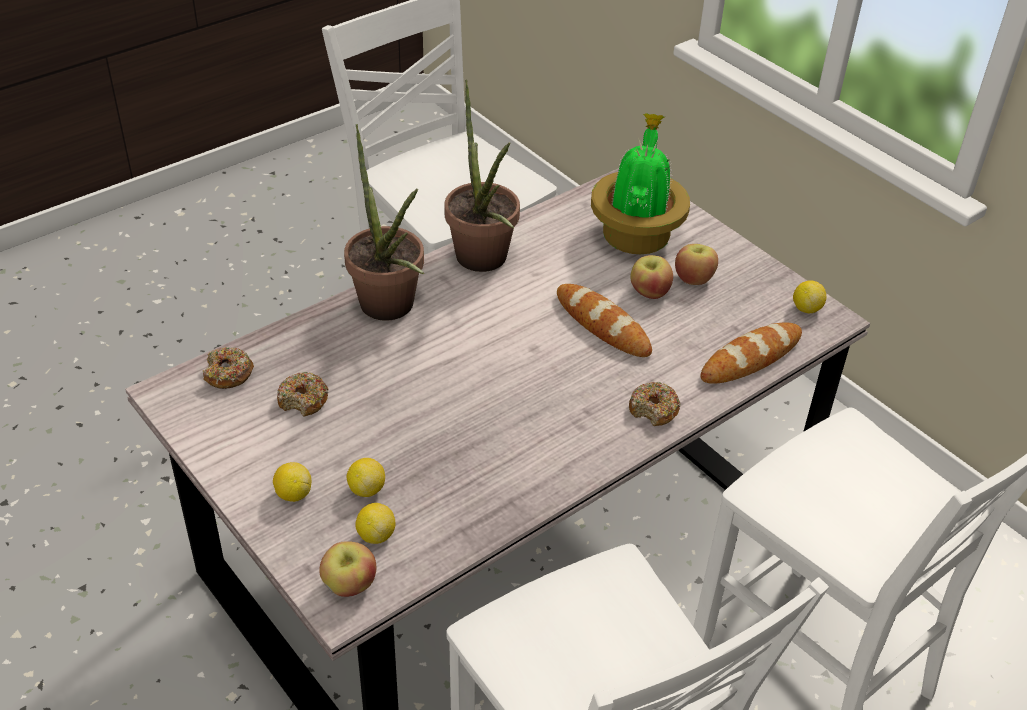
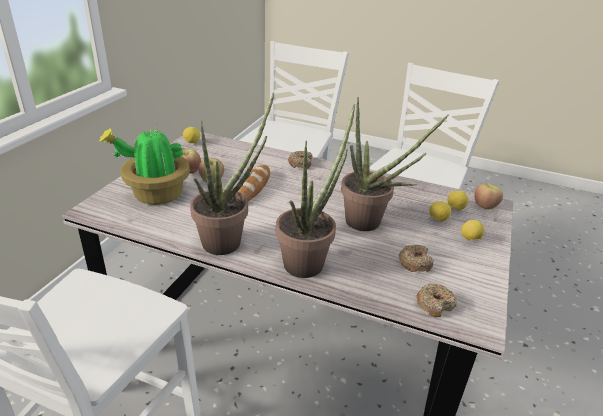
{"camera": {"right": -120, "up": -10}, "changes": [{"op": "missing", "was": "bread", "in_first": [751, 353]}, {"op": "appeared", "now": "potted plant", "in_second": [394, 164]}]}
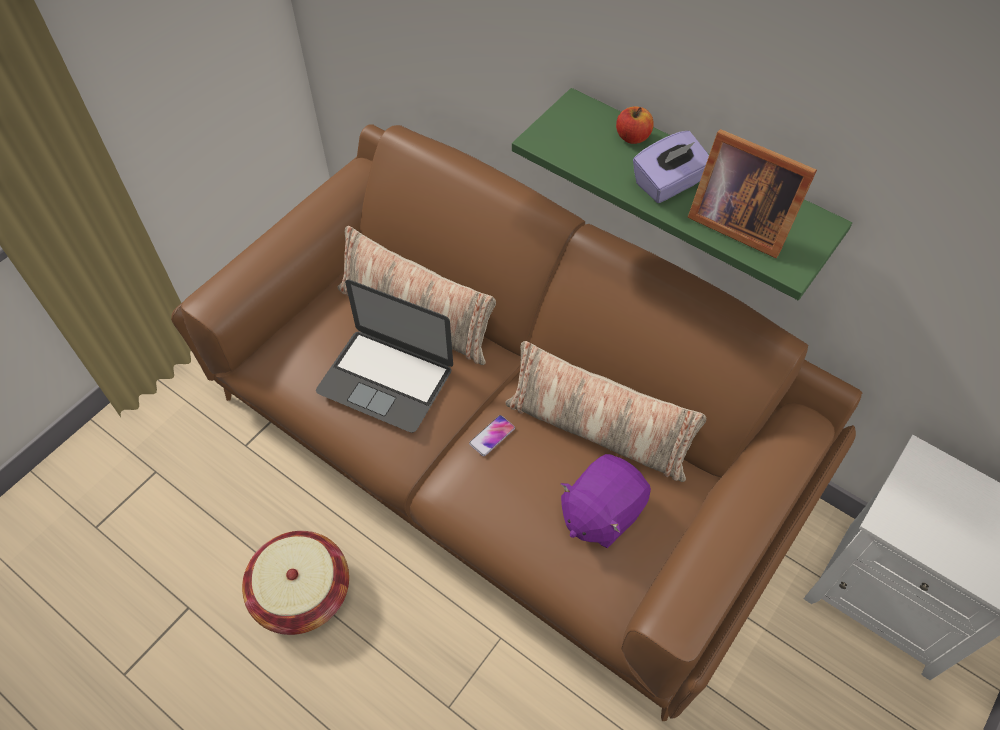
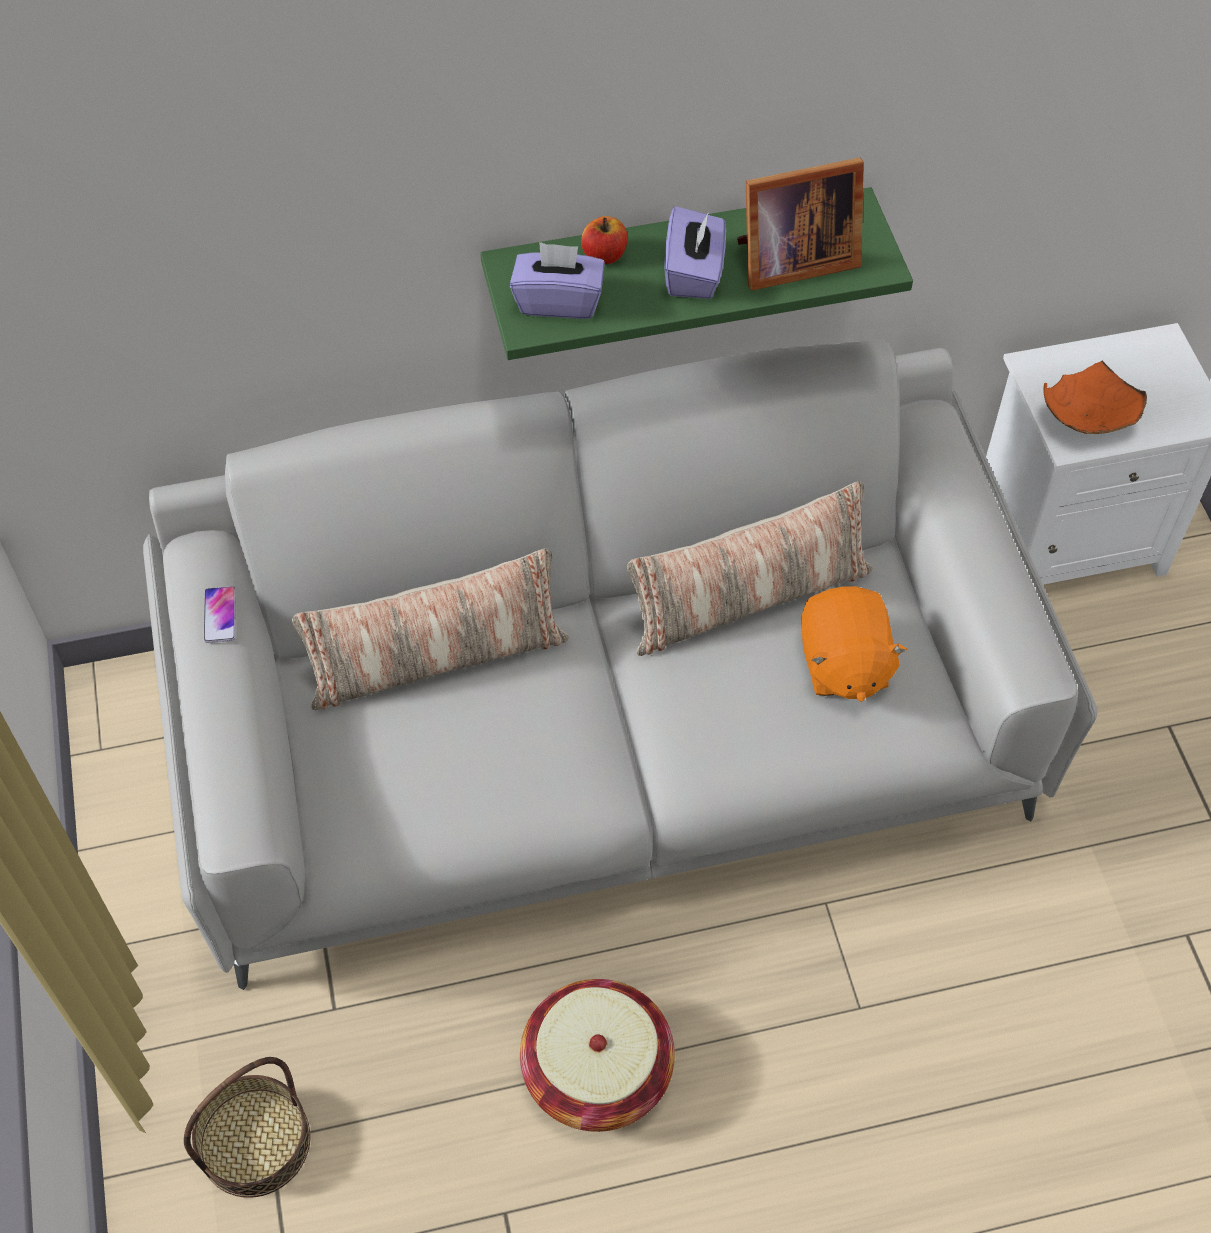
{"camera": {"right": -50, "up": 0}, "changes": [{"op": "colour", "was": "settee (brownish)", "now": "settee (gray)", "in_first": [516, 423], "in_second": [620, 664]}, {"op": "missing", "was": "portable computer", "in_first": [384, 356]}, {"op": "relocated", "was": "telephone", "in_first": [492, 435], "in_second": [220, 614]}, {"op": "colour", "was": "cuddly toy (purplish)", "now": "cuddly toy (orangey)", "in_first": [606, 501], "in_second": [854, 644]}, {"op": "appeared", "now": "household basket", "in_second": [247, 1127]}, {"op": "appeared", "now": "tissue box (purplish)", "in_second": [557, 280]}, {"op": "appeared", "now": "serving bowl (orangey)", "in_second": [1095, 397]}]}
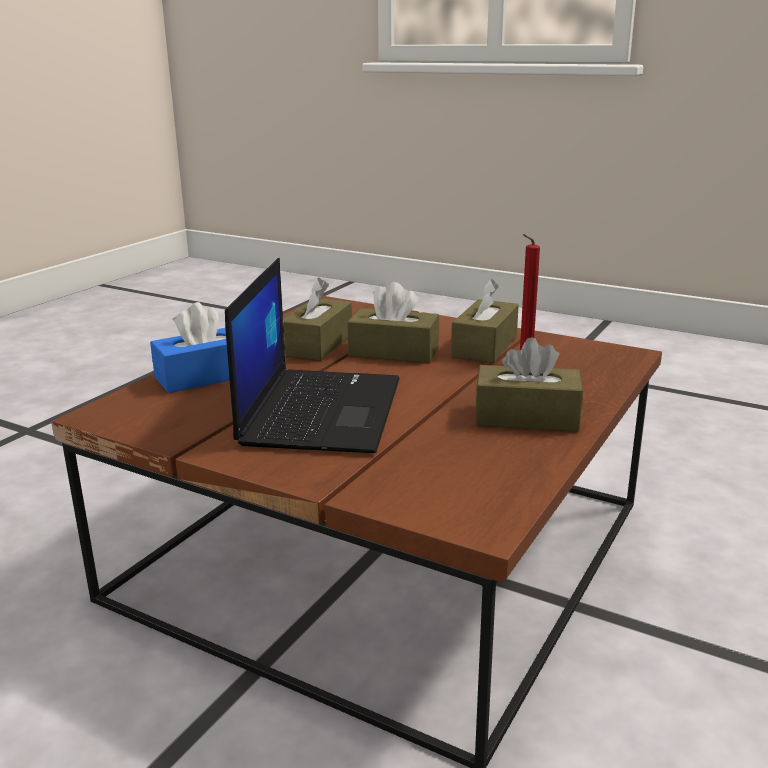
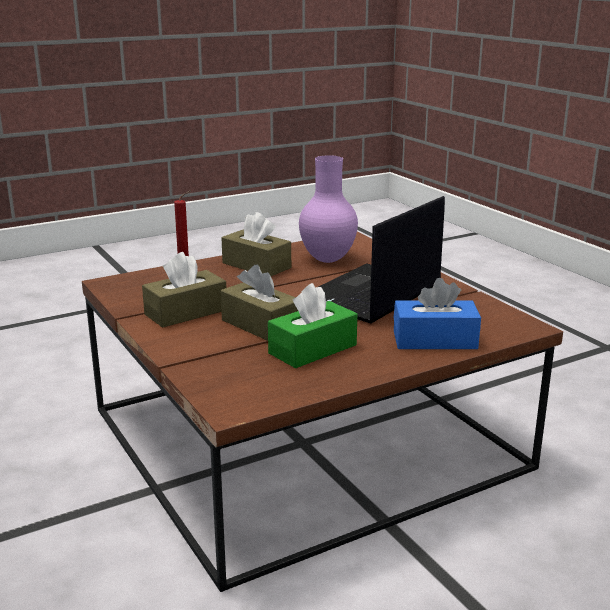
{"camera": {"right": -150, "up": 0}, "changes": [{"op": "colour", "was": "tissue box (brownish)", "now": "tissue box (greenish)", "in_first": [317, 319], "in_second": [312, 325]}, {"op": "appeared", "now": "vase (purplish)", "in_second": [328, 209]}]}
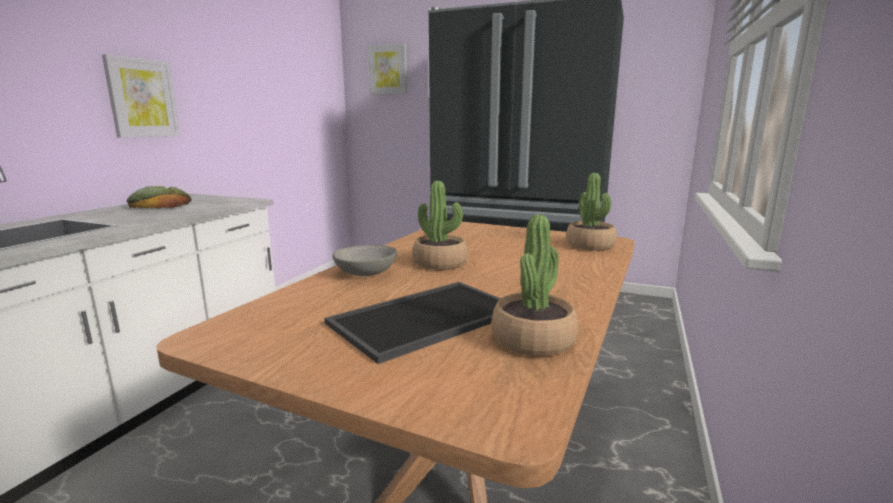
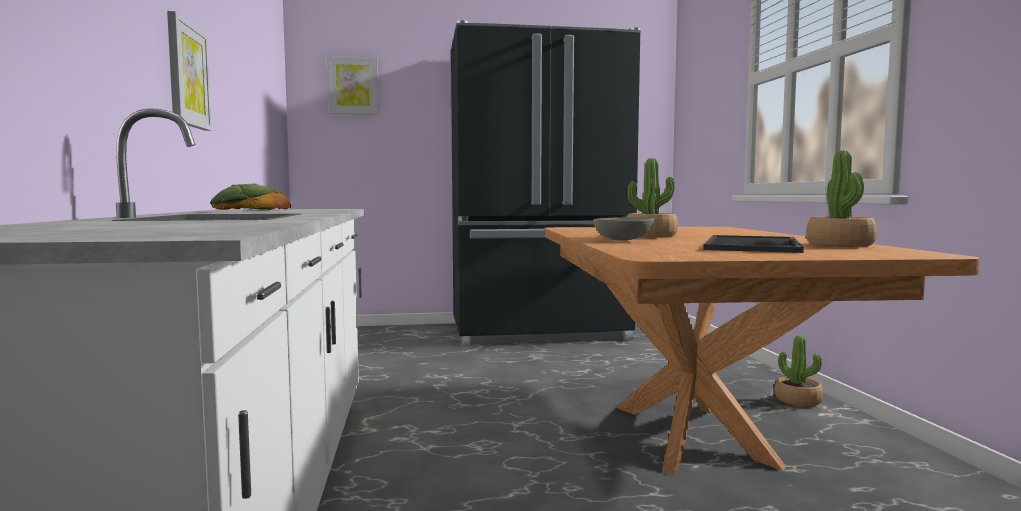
{"camera": {"right": -30, "up": -10}, "changes": [{"op": "relocated", "was": "potted plant", "in_first": [591, 212], "in_second": [799, 370]}]}
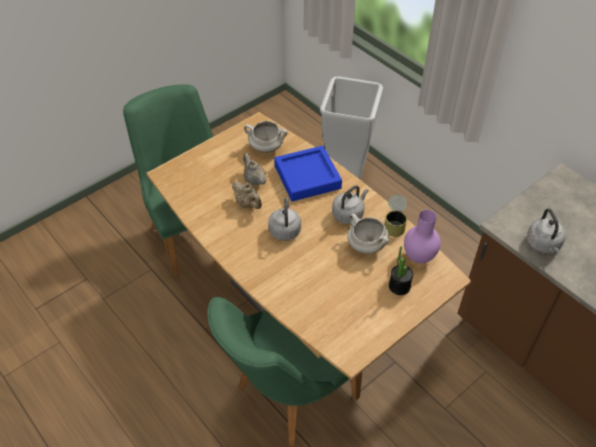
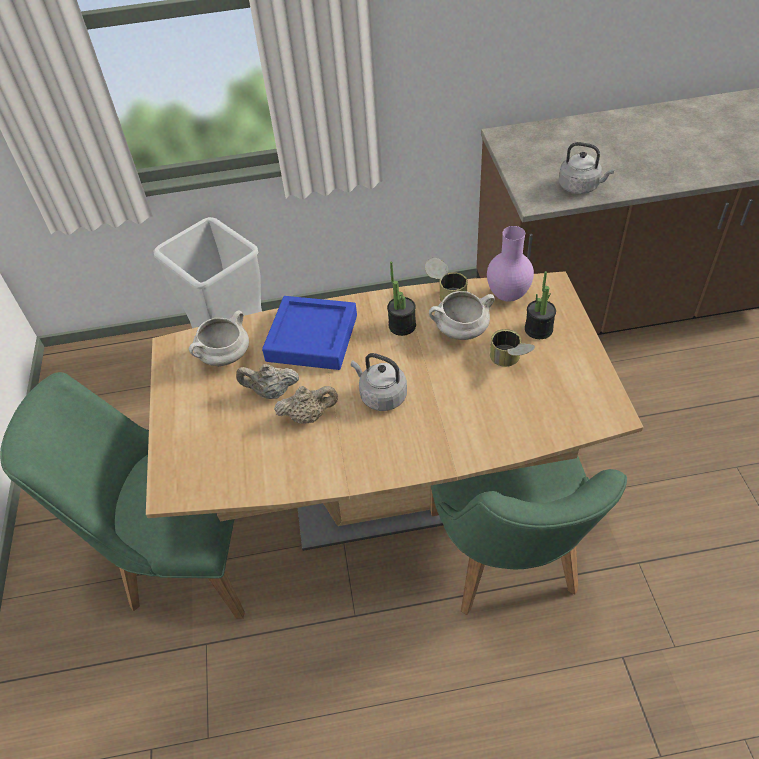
{"camera": {"right": -55, "up": 0}, "changes": [{"op": "exchanged", "was": "kettle (gray)", "now": "potted plant", "in_first": [350, 205], "in_second": [401, 299]}, {"op": "appeared", "now": "can", "in_second": [512, 348]}]}
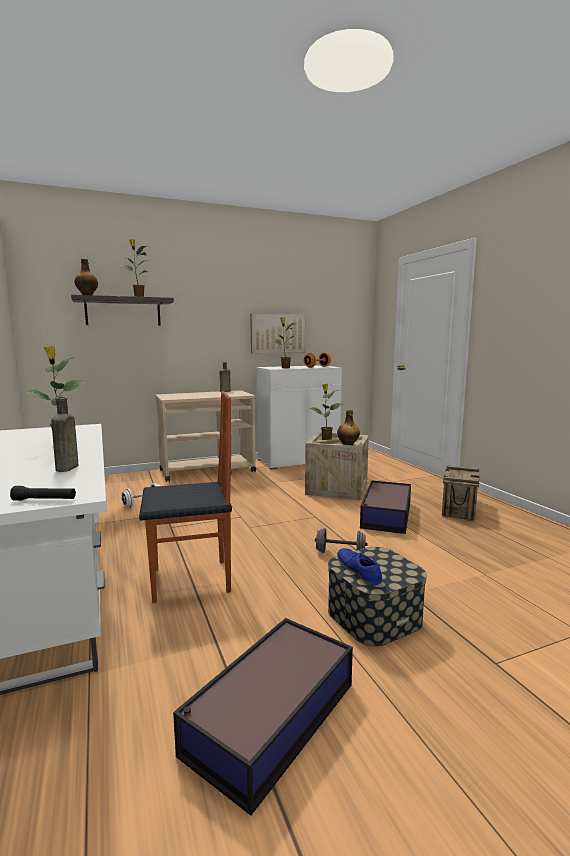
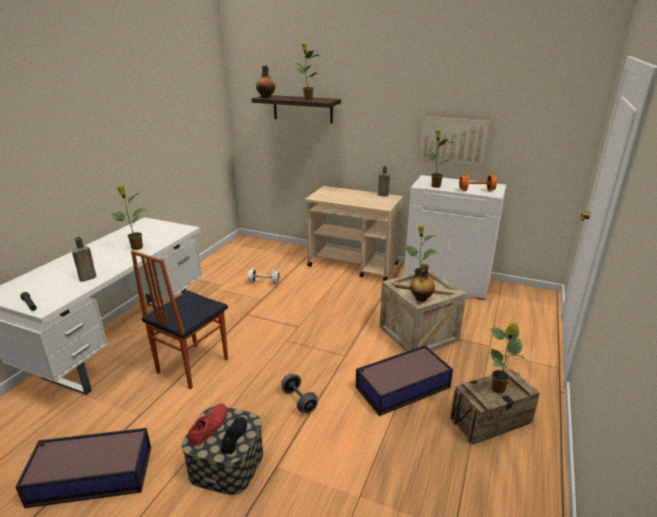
{"camera": {"right": 45, "up": 15}, "changes": [{"op": "spun", "was": "upright chair", "in_first": [185, 497], "in_second": [179, 320], "clockwise": 90}, {"op": "colour", "was": "shoe (bluish)", "now": "shoe (red)", "in_first": [359, 567], "in_second": [208, 424]}, {"op": "appeared", "now": "shoe (black-coloured)", "in_second": [234, 435]}, {"op": "appeared", "now": "potted plant", "in_second": [507, 358]}]}
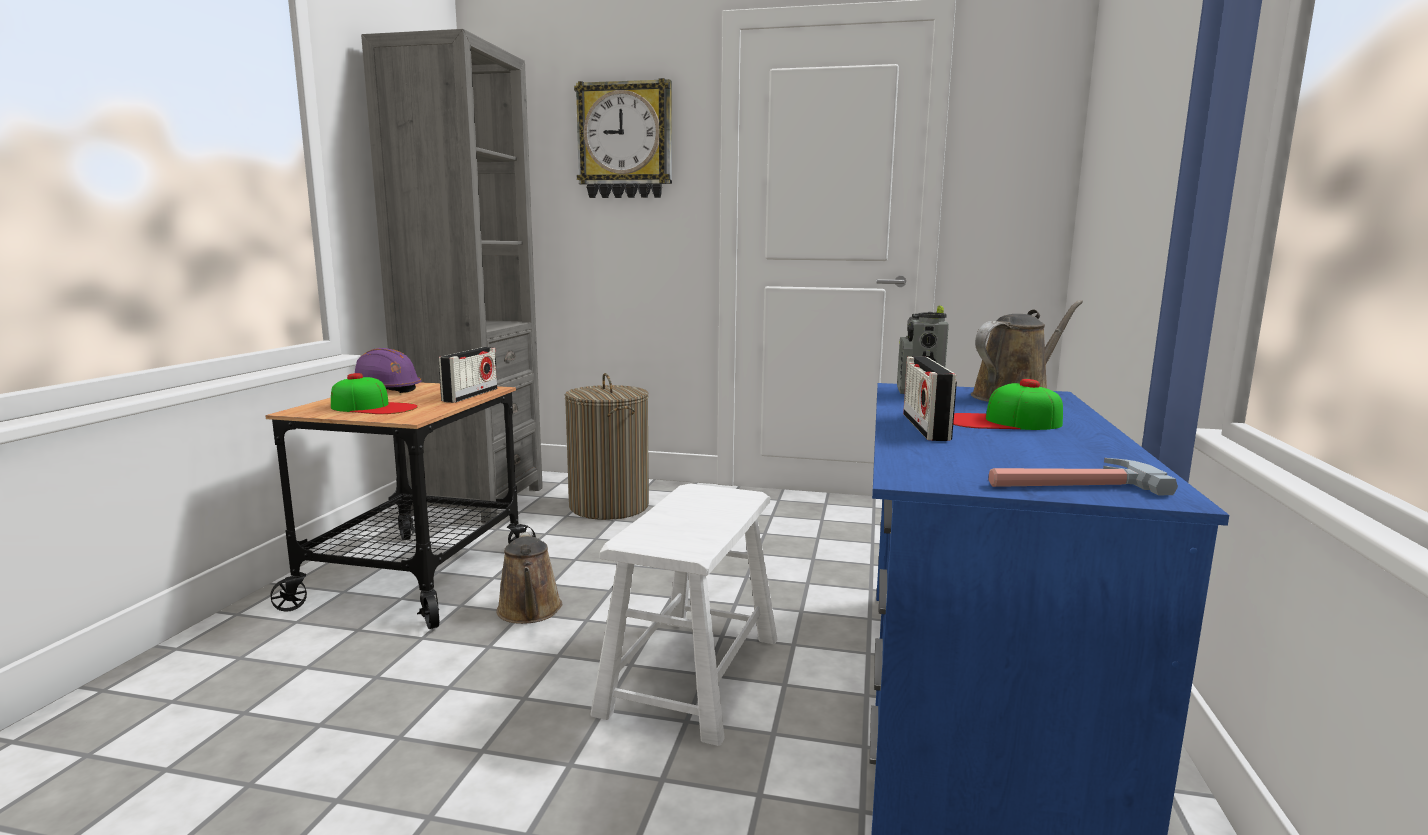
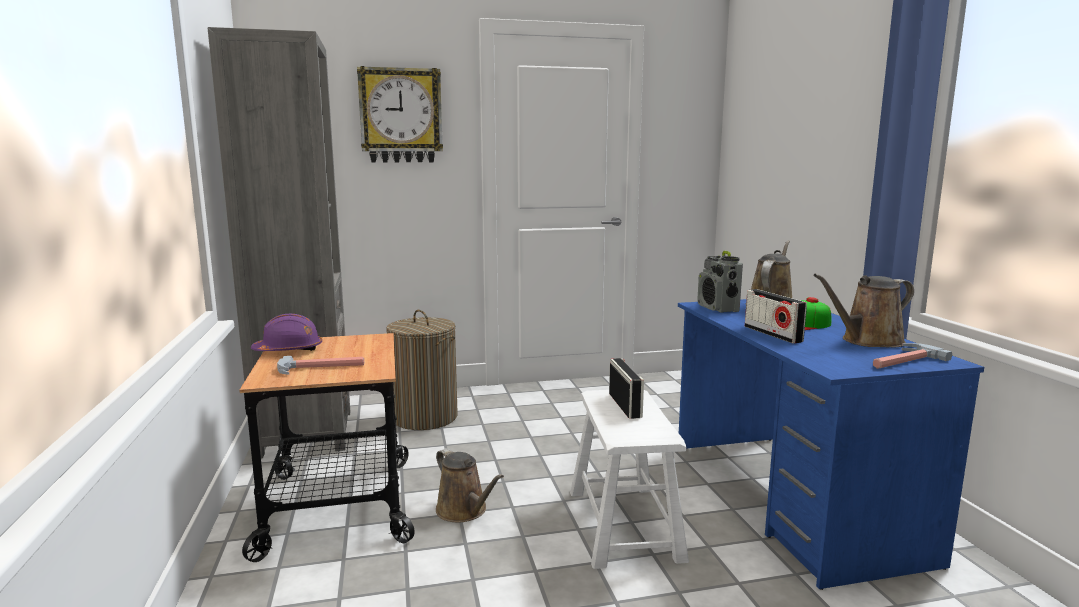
{"camera": {"right": -25, "up": 0}, "changes": [{"op": "exchanged", "was": "baseball cap", "now": "tool hammer", "in_first": [374, 393], "in_second": [320, 365]}, {"op": "relocated", "was": "radio set", "in_first": [468, 375], "in_second": [626, 388]}, {"op": "appeared", "now": "watering pot (brownish)", "in_second": [864, 311]}]}
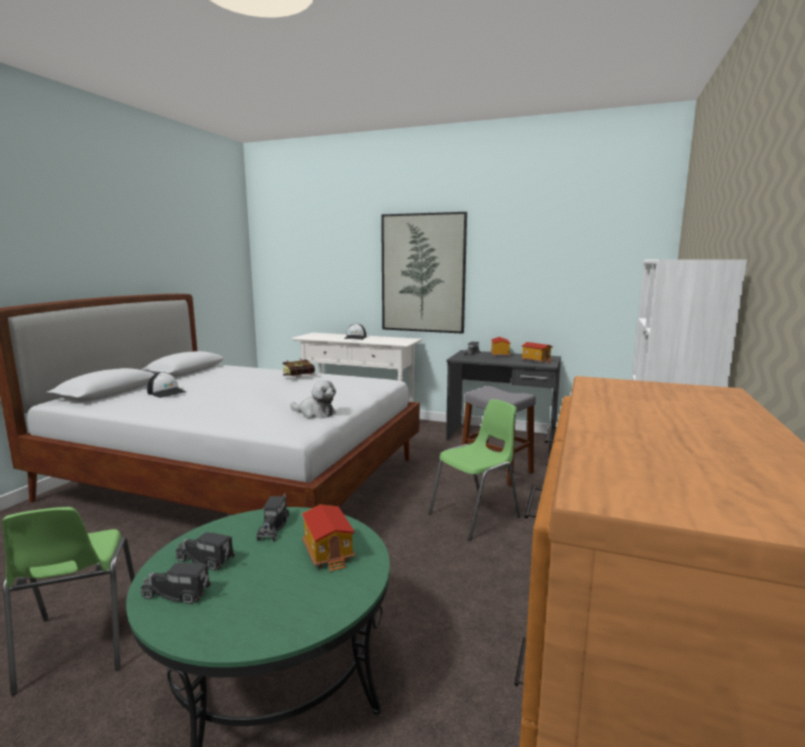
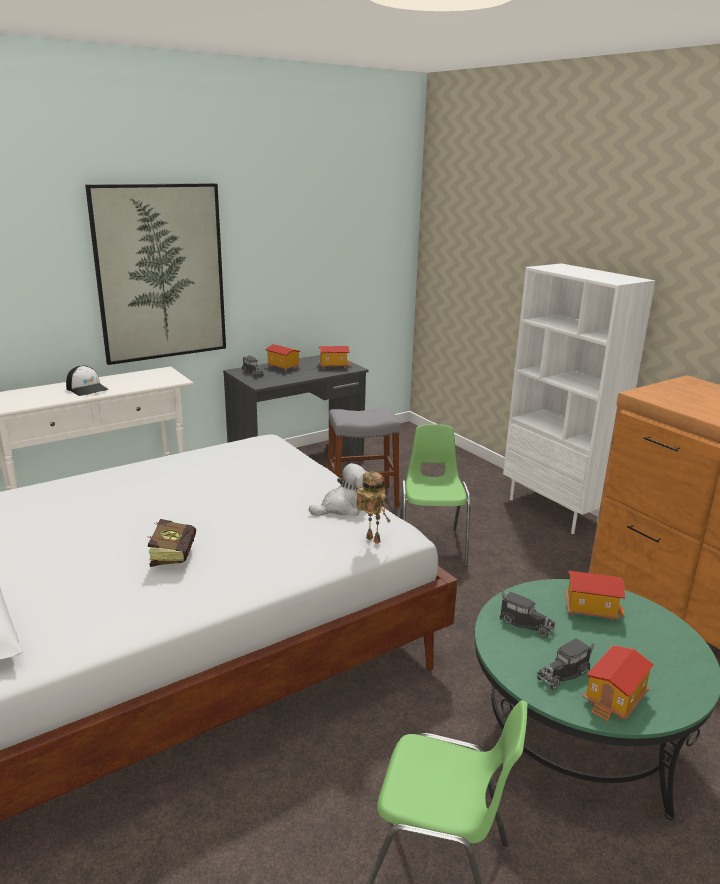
{"camera": {"right": -55, "up": 10}, "changes": [{"op": "exchanged", "was": "toy truck", "now": "miniature house", "in_first": [176, 583], "in_second": [618, 683]}, {"op": "missing", "was": "baseball cap", "in_first": [166, 385]}, {"op": "relocated", "was": "volume", "in_first": [299, 368], "in_second": [171, 543]}, {"op": "appeared", "now": "toy robot", "in_second": [373, 508]}]}
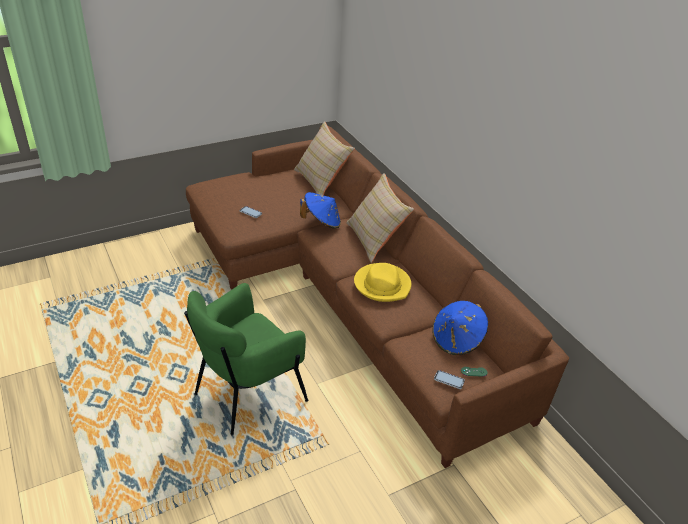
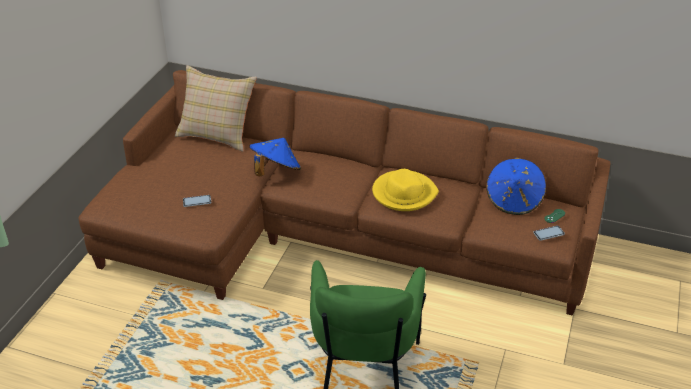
{"camera": {"right": -40, "up": 0}, "changes": [{"op": "missing", "was": "cushion (beige)", "in_first": [380, 218]}]}
